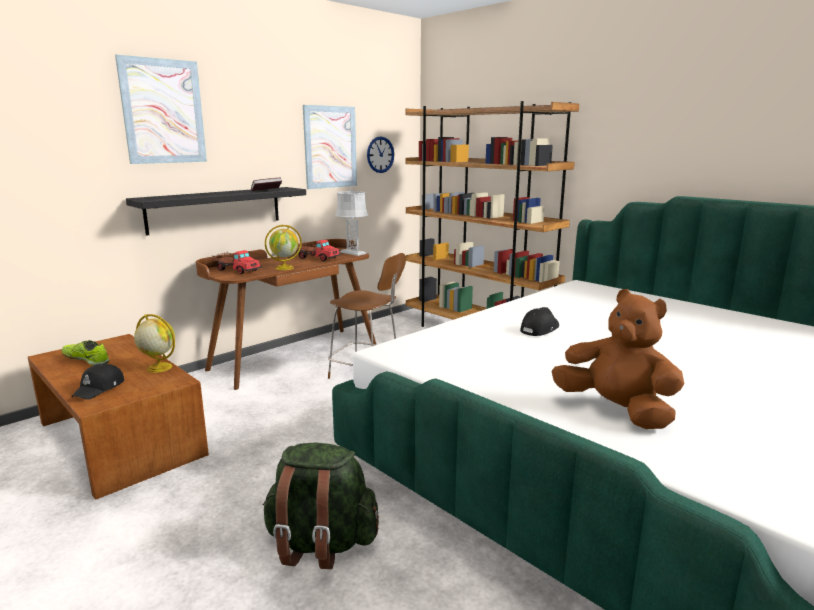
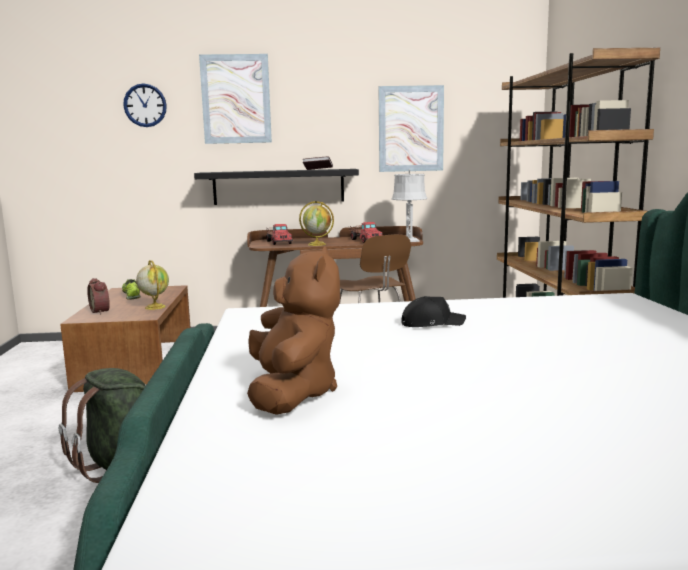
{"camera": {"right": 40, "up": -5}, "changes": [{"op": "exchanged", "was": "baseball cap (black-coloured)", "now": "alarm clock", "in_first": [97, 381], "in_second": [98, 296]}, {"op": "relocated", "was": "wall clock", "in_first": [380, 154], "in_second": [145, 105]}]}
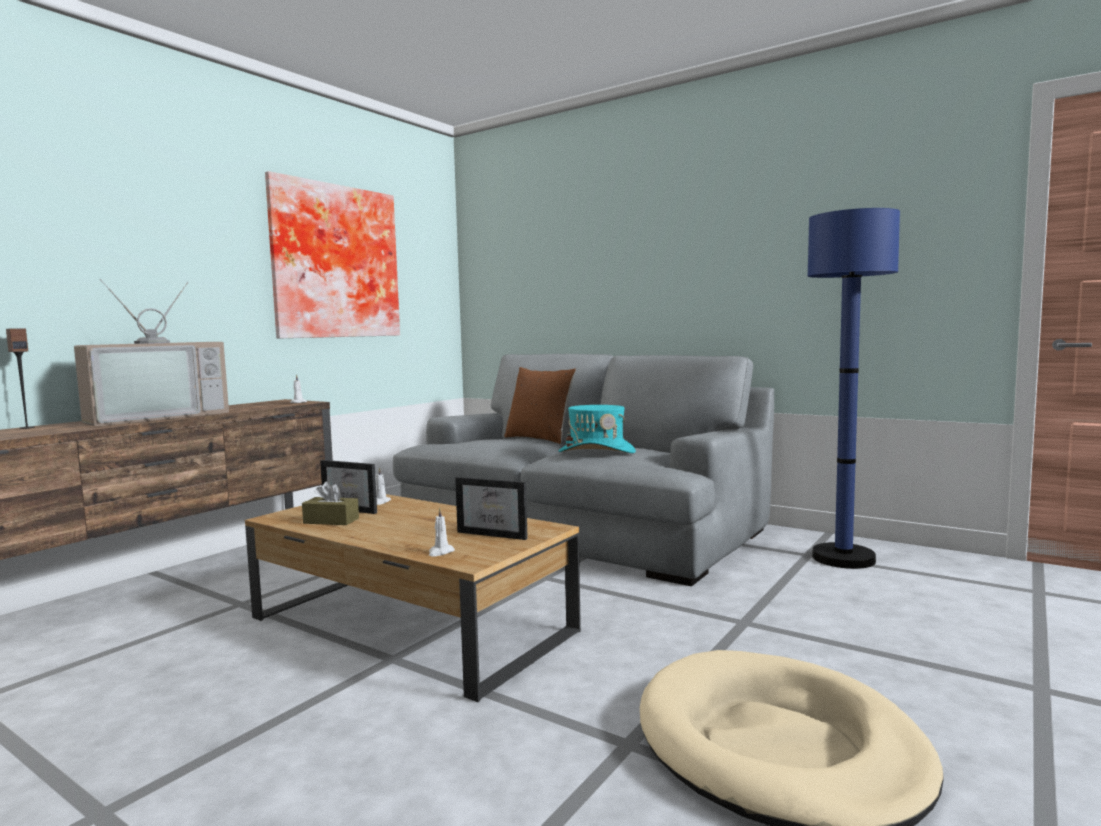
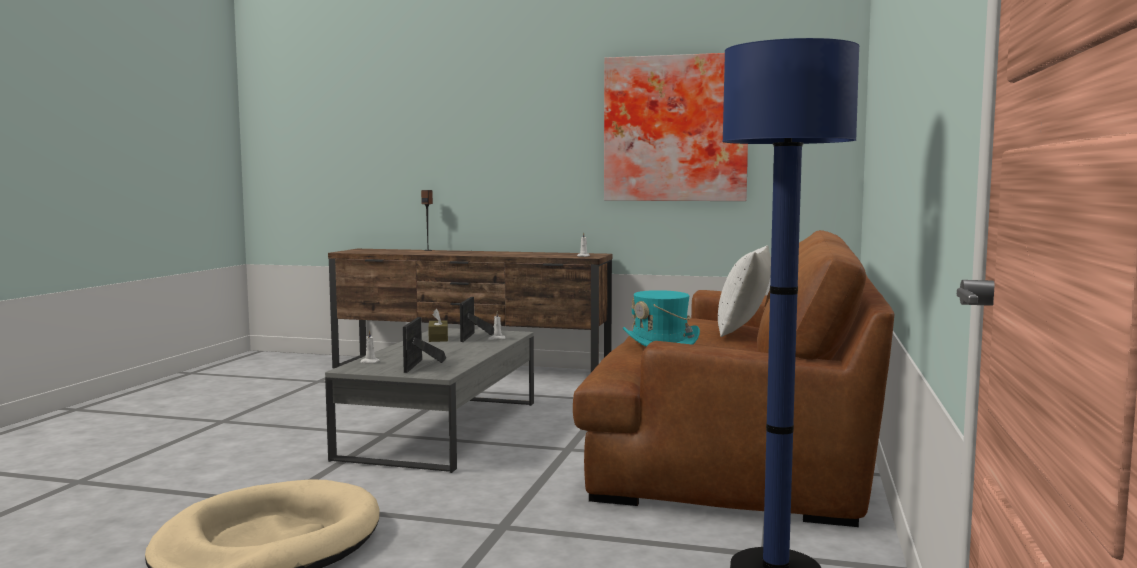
{"camera": {"right": 70, "up": 0}, "changes": [{"op": "missing", "was": "TV set", "in_first": [151, 352]}, {"op": "colour", "was": "low table (brownish)", "now": "low table (gray)", "in_first": [413, 598], "in_second": [429, 400]}, {"op": "colour", "was": "settee (gray)", "now": "settee (brownish)", "in_first": [583, 470], "in_second": [733, 378]}, {"op": "colour", "was": "cushion (brownish)", "now": "cushion (white-coloured)", "in_first": [540, 405], "in_second": [744, 291]}]}
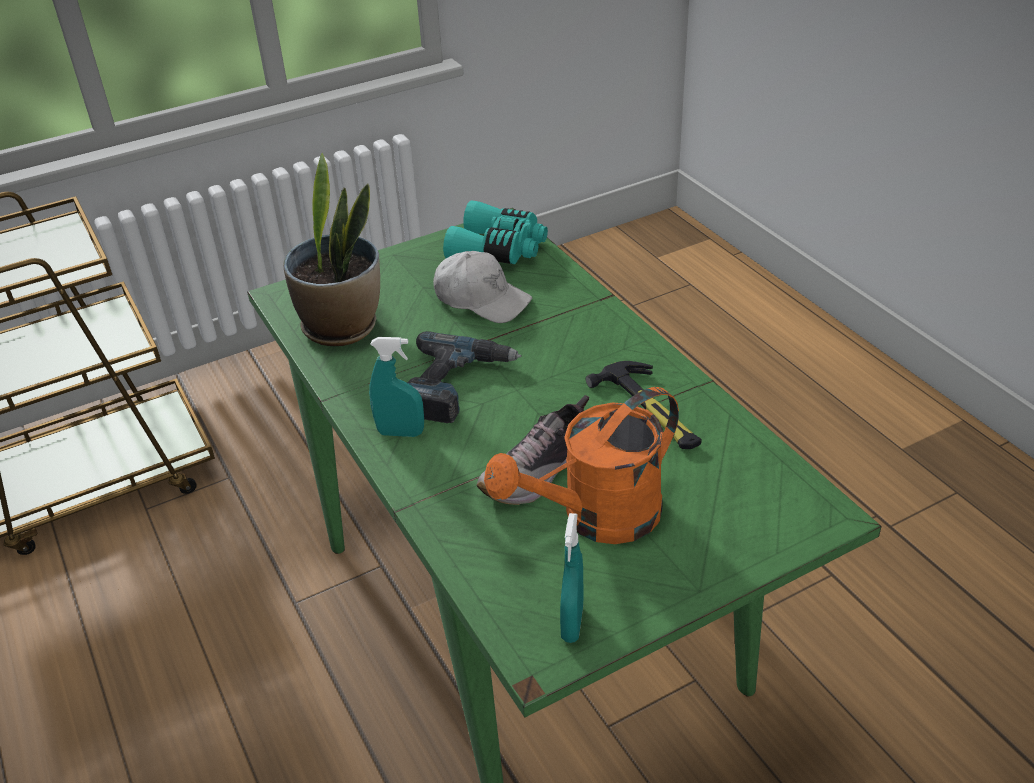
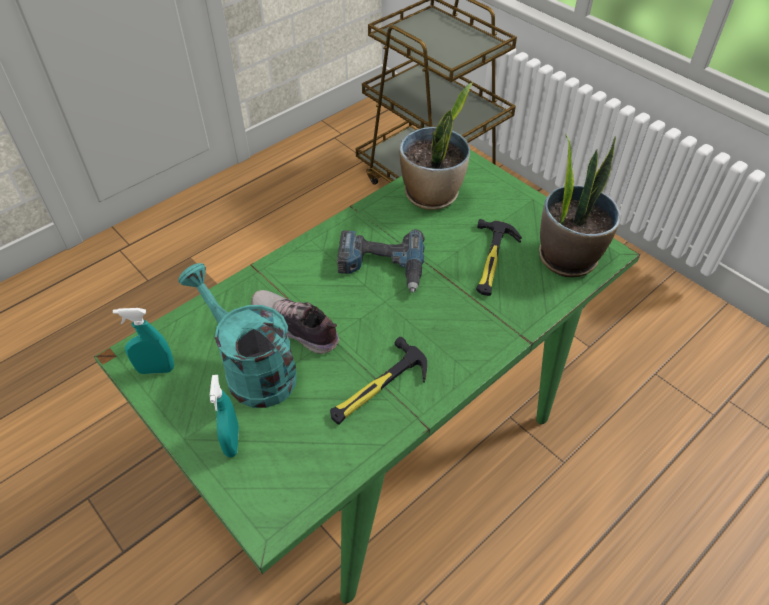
{"camera": {"right": 75, "up": 10}, "changes": [{"op": "relocated", "was": "sprayer (blue-green)", "in_first": [396, 387], "in_second": [224, 416]}, {"op": "exchanged", "was": "baseball cap (white-coloured)", "now": "tool hammer", "in_first": [482, 287], "in_second": [499, 257]}, {"op": "exchanged", "was": "field glasses (blue-green)", "now": "potted plant", "in_first": [495, 232], "in_second": [580, 205]}, {"op": "colour", "was": "watering pot (orangey)", "now": "watering pot (blue-green)", "in_first": [581, 465], "in_second": [237, 335]}]}
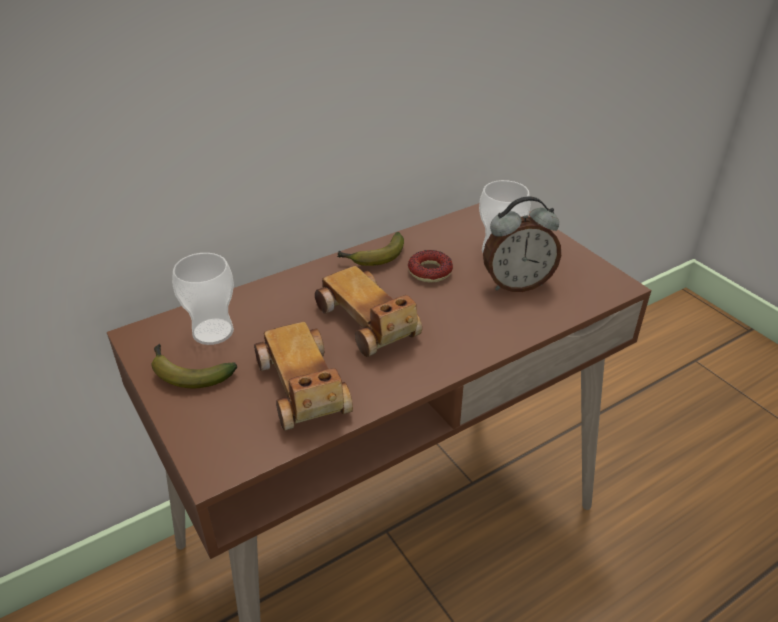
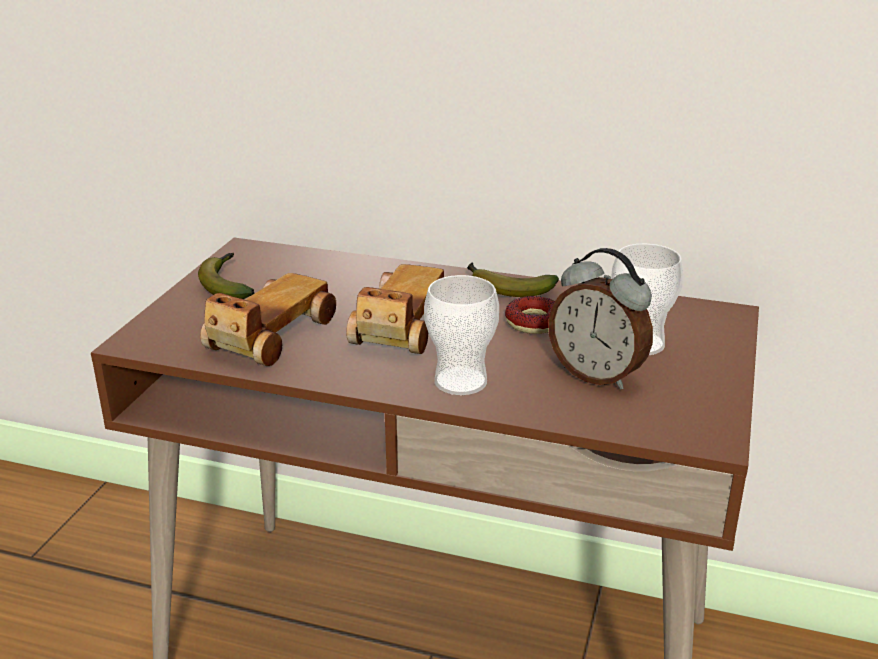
{"camera": {"right": 50, "up": -10}, "changes": [{"op": "relocated", "was": "small cup", "in_first": [203, 299], "in_second": [461, 335]}]}
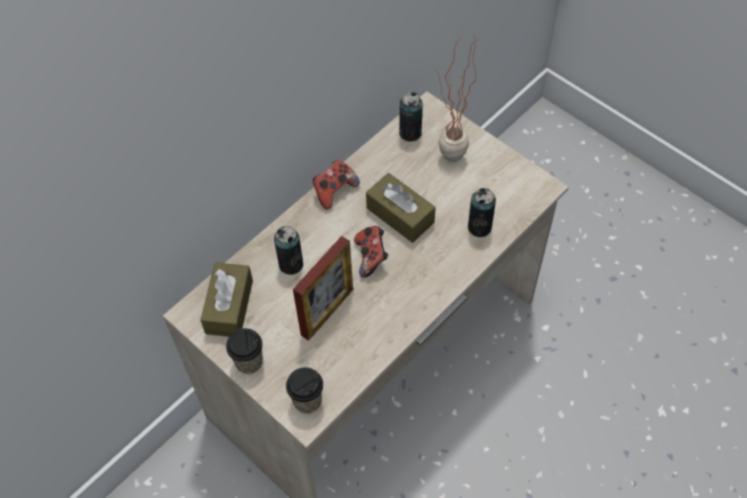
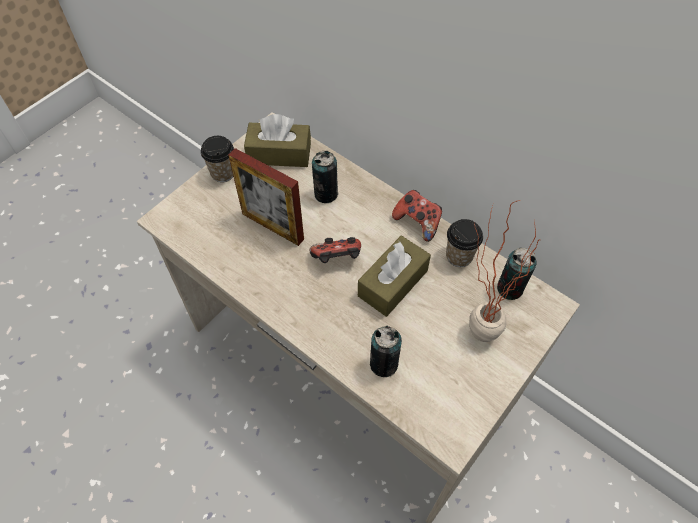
{"camera": {"right": 85, "up": 0}, "changes": [{"op": "relocated", "was": "small cup", "in_first": [304, 390], "in_second": [464, 243]}]}
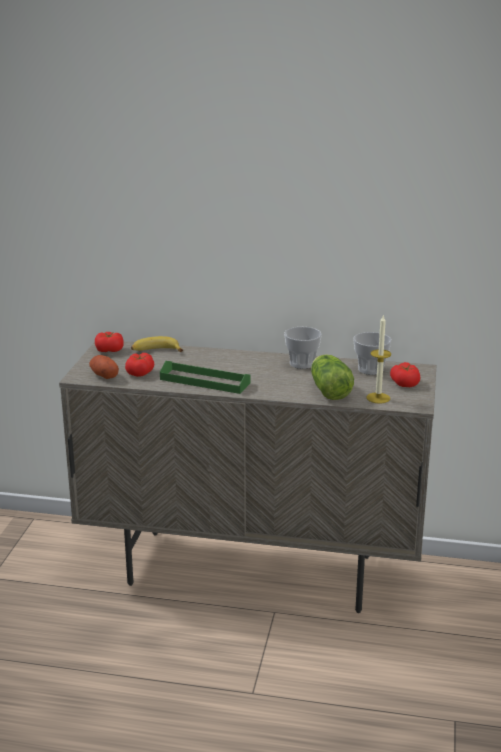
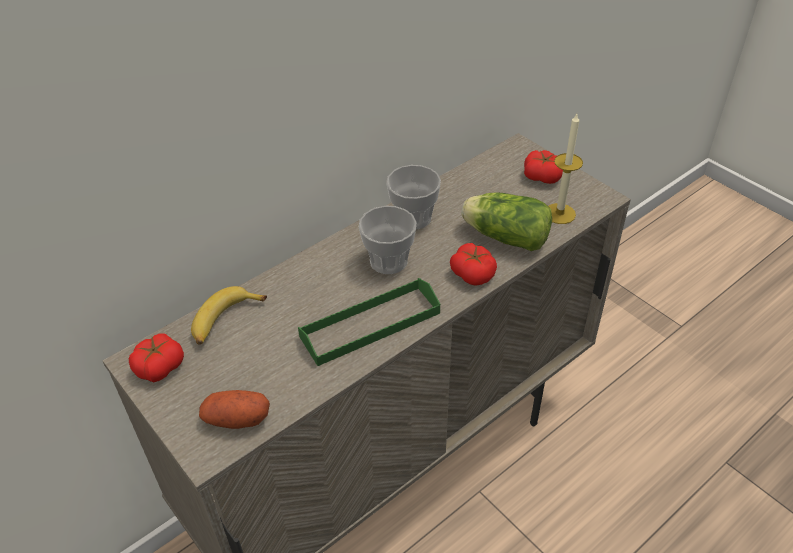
{"camera": {"right": -50, "up": 20}, "changes": [{"op": "relocated", "was": "whole tomato", "in_first": [139, 365], "in_second": [473, 264]}, {"op": "relocated", "was": "small cup", "in_first": [372, 353], "in_second": [387, 240]}]}
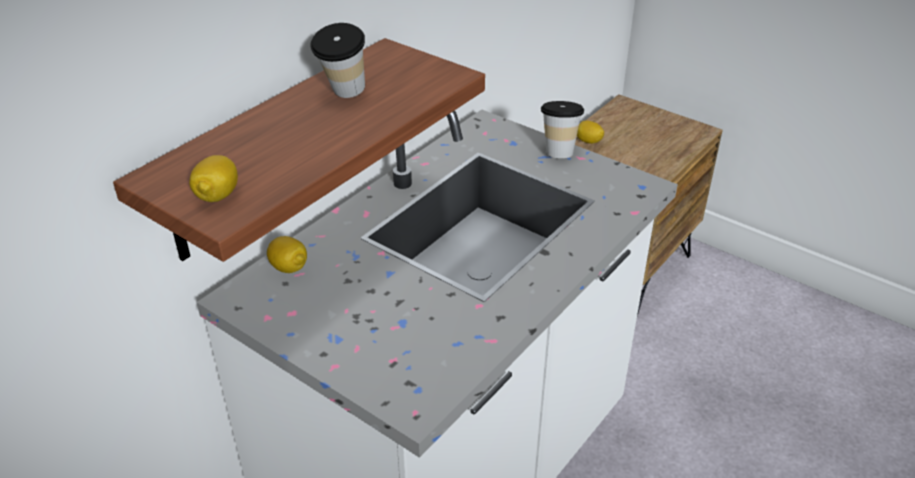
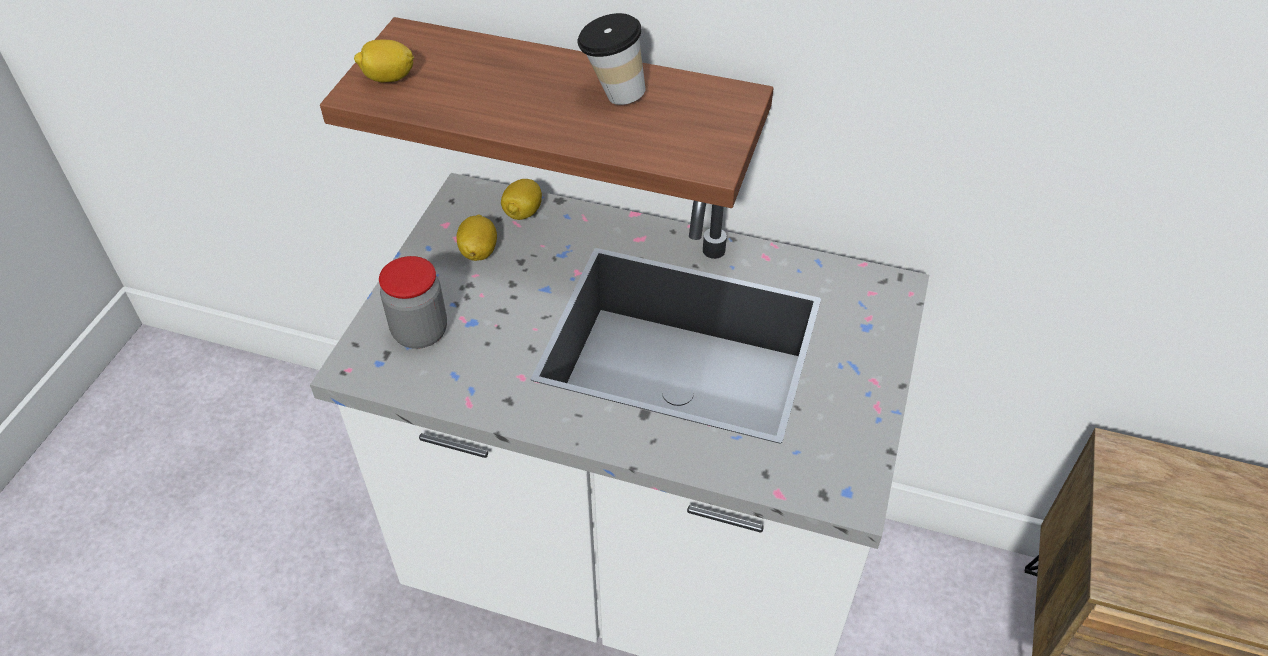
{"camera": {"right": 70, "up": 10}, "changes": [{"op": "missing", "was": "small cup", "in_first": [562, 129]}, {"op": "relocated", "was": "whole lemon", "in_first": [590, 132], "in_second": [476, 237]}, {"op": "appeared", "now": "preserve jar", "in_second": [413, 302]}]}
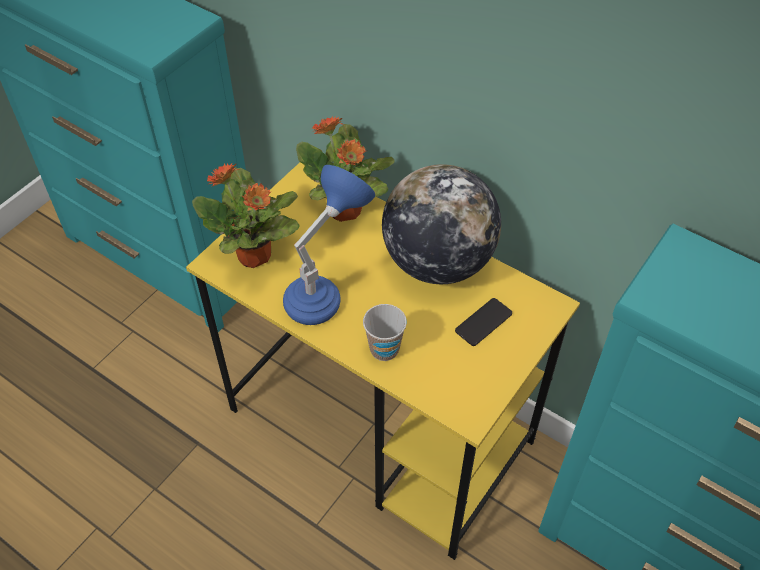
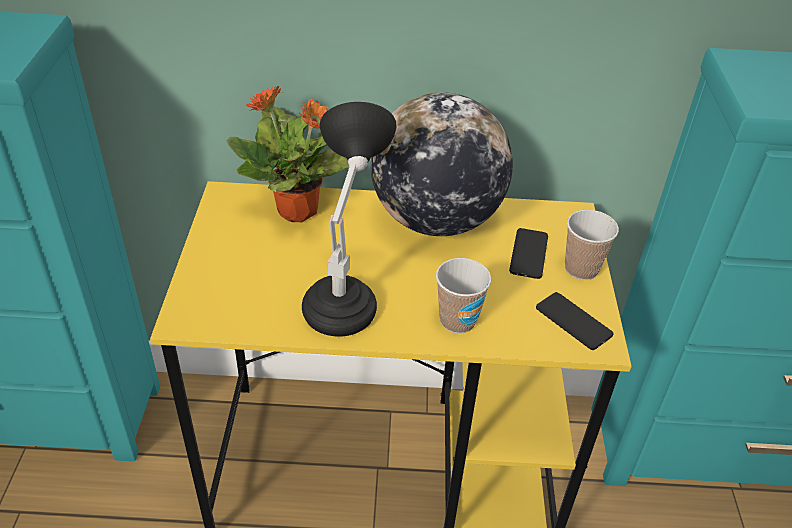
{"camera": {"right": -35, "up": -10}, "changes": [{"op": "missing", "was": "potted plant", "in_first": [246, 216]}, {"op": "colour", "was": "tabletop lamp (bluish)", "now": "tabletop lamp (black-coloured)", "in_first": [329, 245], "in_second": [349, 219]}, {"op": "appeared", "now": "telephone", "in_second": [575, 321]}, {"op": "appeared", "now": "small cup", "in_second": [592, 245]}]}
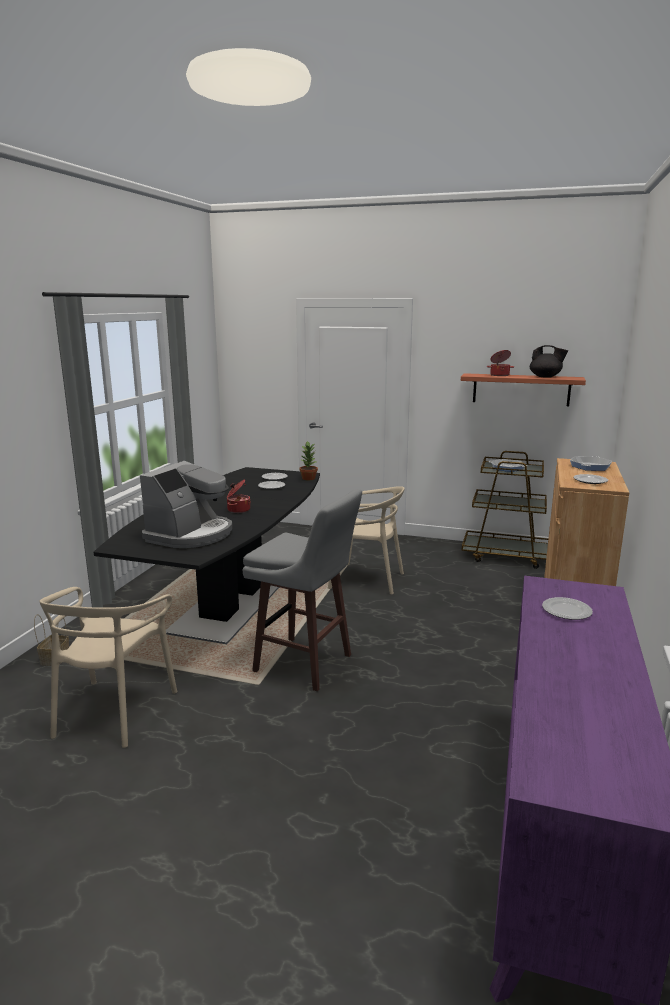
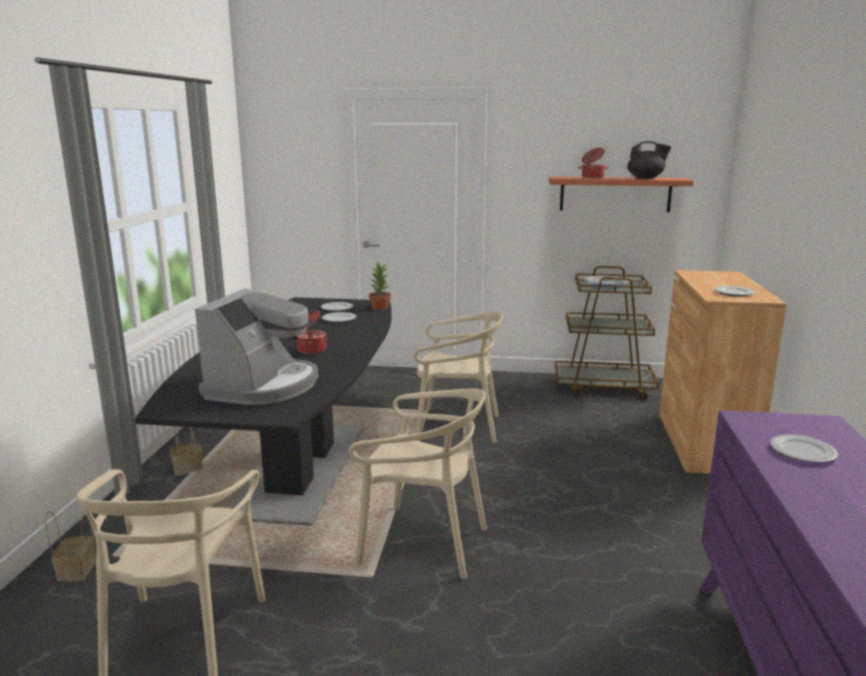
{"camera": {"right": -10, "up": 0}, "changes": [{"op": "exchanged", "was": "stool seat (gray)", "now": "upright chair (beige)", "in_first": [302, 590], "in_second": [418, 483]}, {"op": "missing", "was": "frying pan", "in_first": [591, 463]}, {"op": "appeared", "now": "household basket", "in_second": [186, 451]}]}
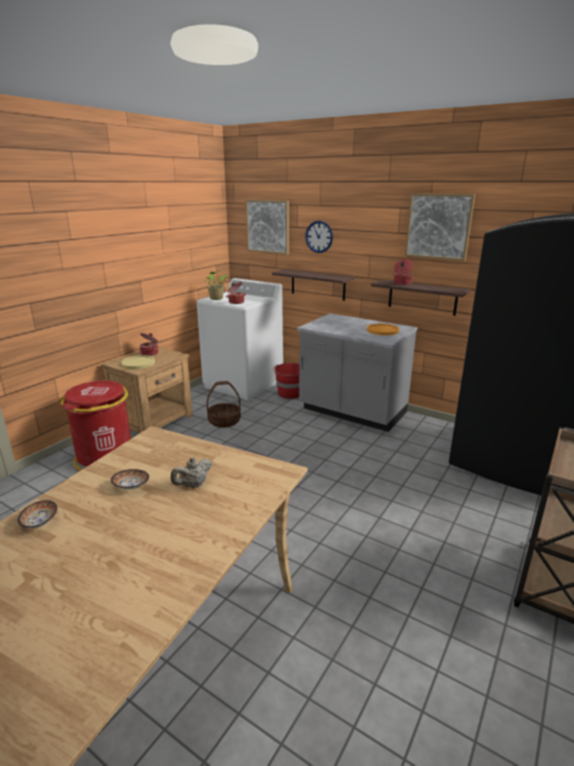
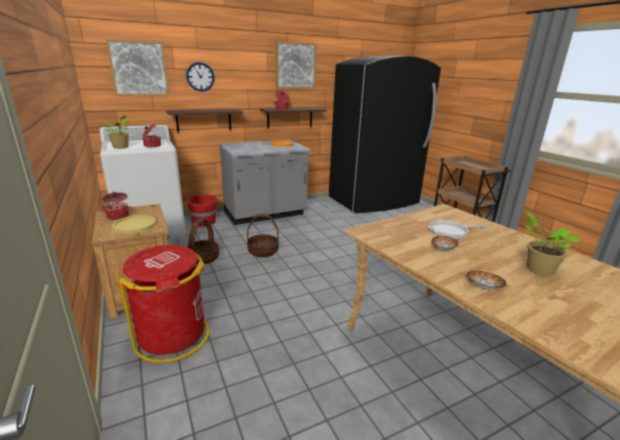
{"camera": {"right": -60, "up": 0}, "changes": [{"op": "exchanged", "was": "pot for tea (beige)", "now": "frying pan", "in_first": [191, 472], "in_second": [457, 229]}, {"op": "appeared", "now": "household basket", "in_second": [262, 235]}, {"op": "appeared", "now": "potted plant", "in_second": [551, 242]}]}
